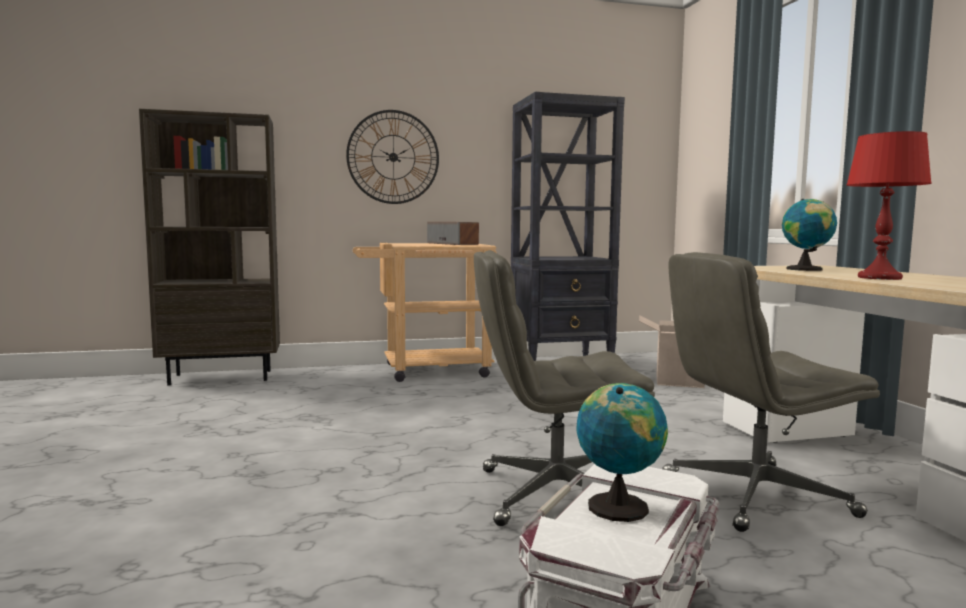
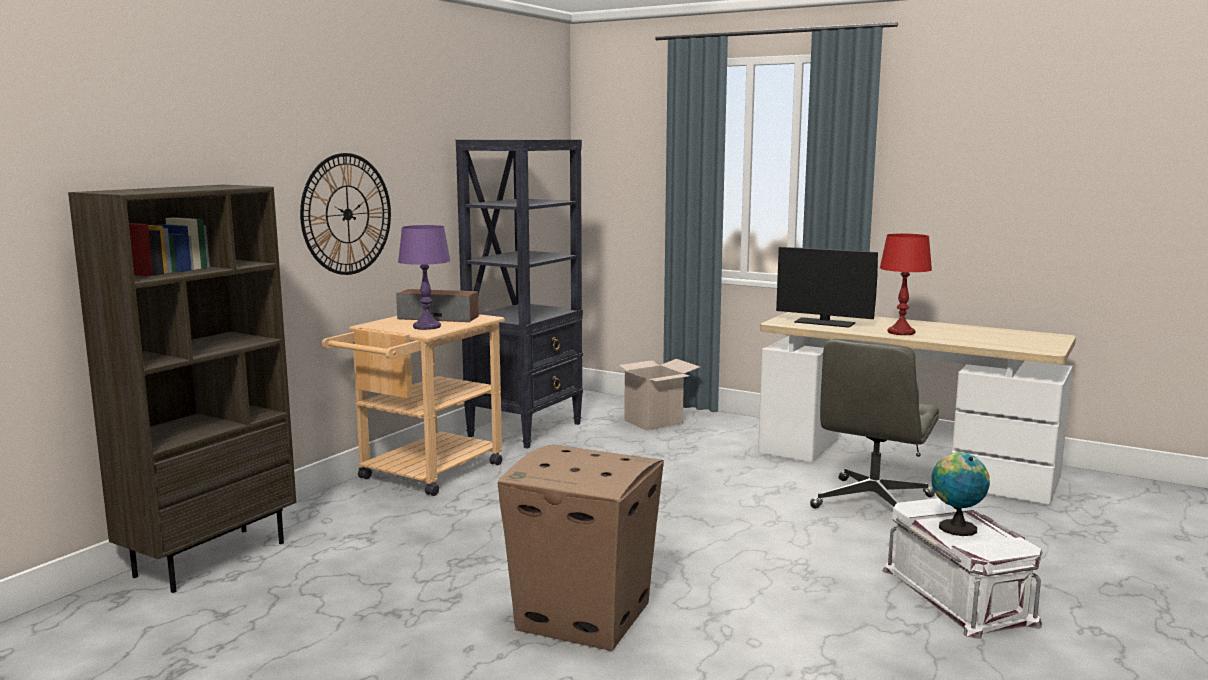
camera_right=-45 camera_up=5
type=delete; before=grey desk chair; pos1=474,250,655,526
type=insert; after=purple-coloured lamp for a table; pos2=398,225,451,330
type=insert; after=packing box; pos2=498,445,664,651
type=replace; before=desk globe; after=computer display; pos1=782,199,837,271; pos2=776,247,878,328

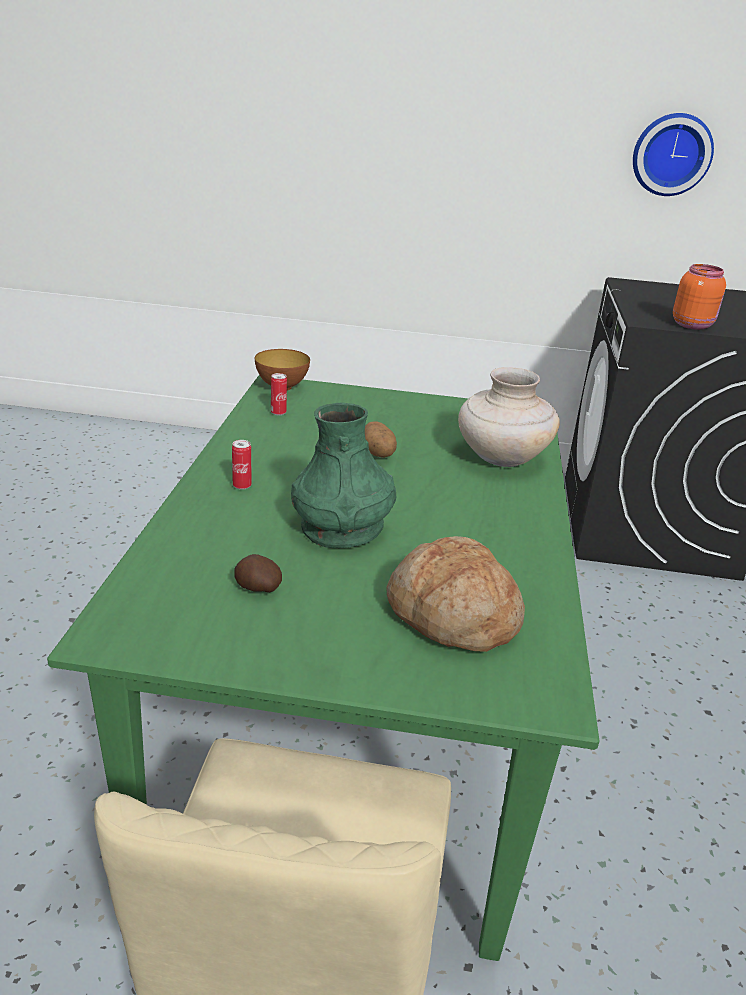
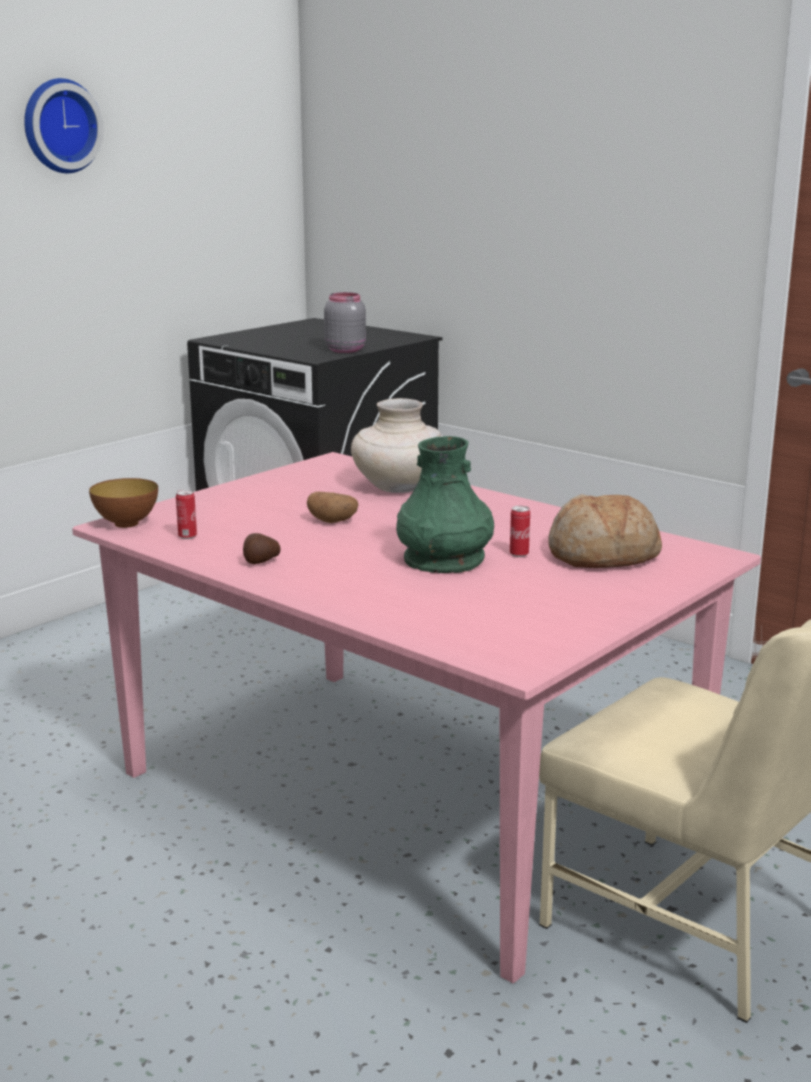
camera_right=-55 camera_up=-10
type=move; before=sealed can; pos1=232,440,252,490; pos2=510,506,530,557
type=move; before=spud; pos1=234,554,282,592; pos2=243,533,281,564
type=move; before=wall clock; pos1=633,113,714,196; pos2=24,78,104,173
type=recolor; before=green-coloured dinner table; after=pinkish dinner table; pos1=47,375,599,961; pos2=72,452,761,983
type=recolor; before=orangey preserve jar; after=grey preserve jar; pos1=673,264,726,330; pos2=324,292,366,353

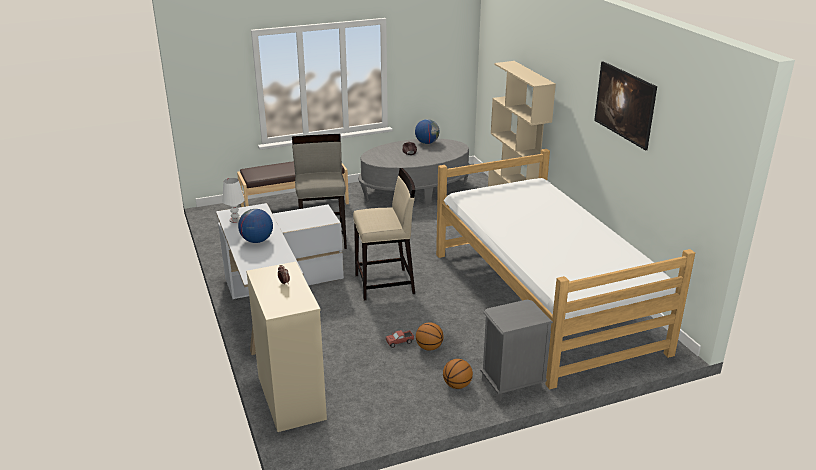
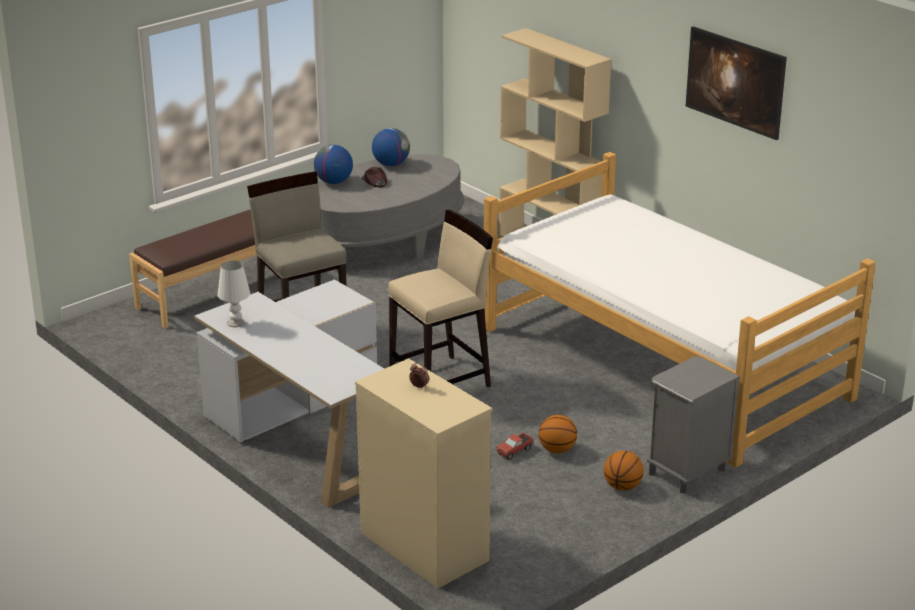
camera_right=-20 camera_up=0
type=move; before=desk globe; pos1=238,209,273,243; pos2=314,145,353,184

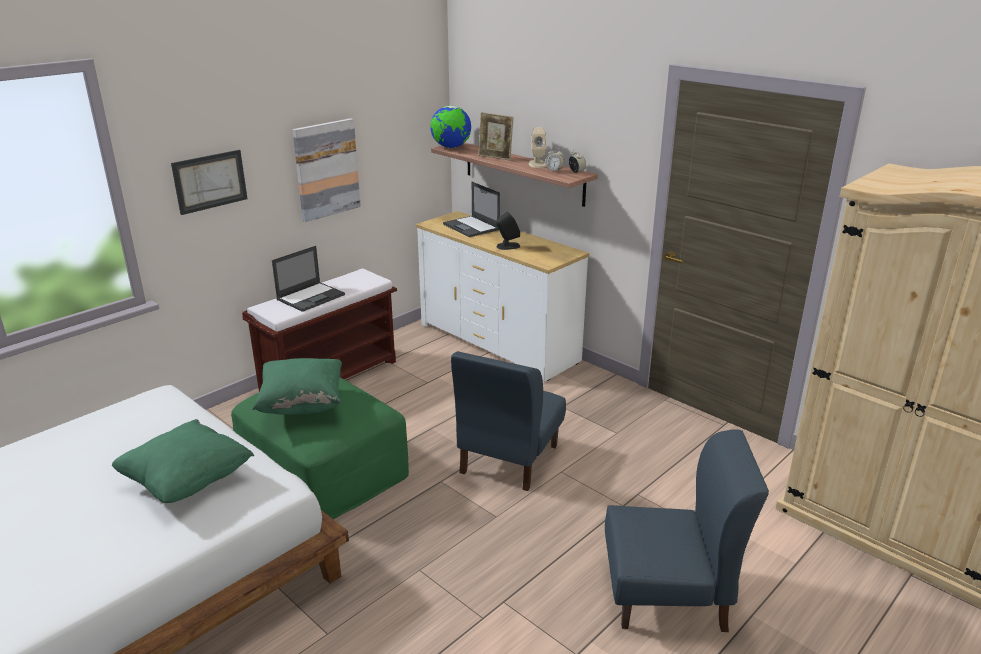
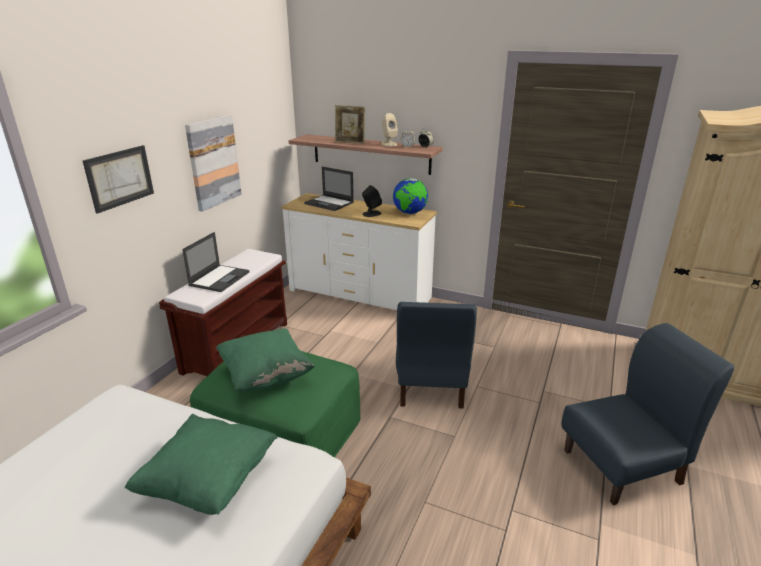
camera_right=-20 camera_up=0
type=move; before=desk globe; pos1=430,105,471,148; pos2=393,178,428,214

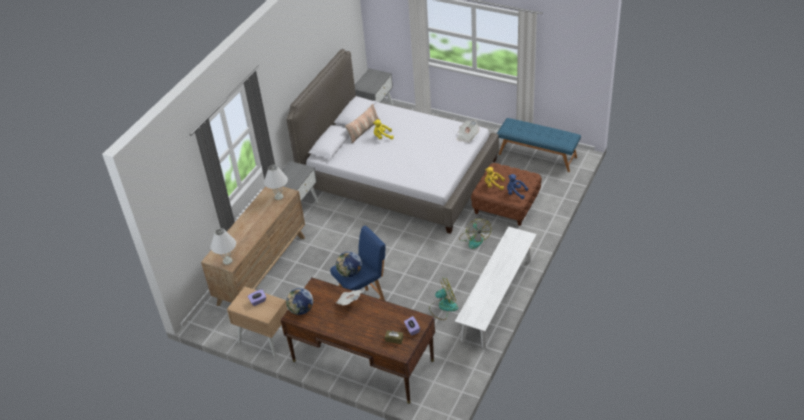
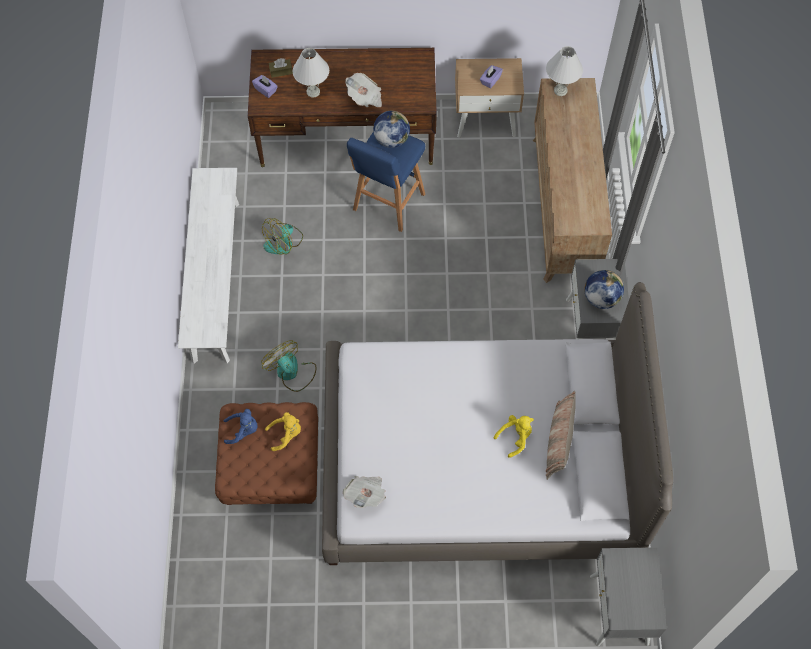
camera_right=150 camera_up=20
type=delete; before=blue bench; pos1=497,118,581,172
type=move; before=white-coloured lamp for a table; pos1=264,165,288,200; pos2=293,48,329,98
type=move; before=desk globe; pos1=286,288,313,315; pos2=584,270,624,309

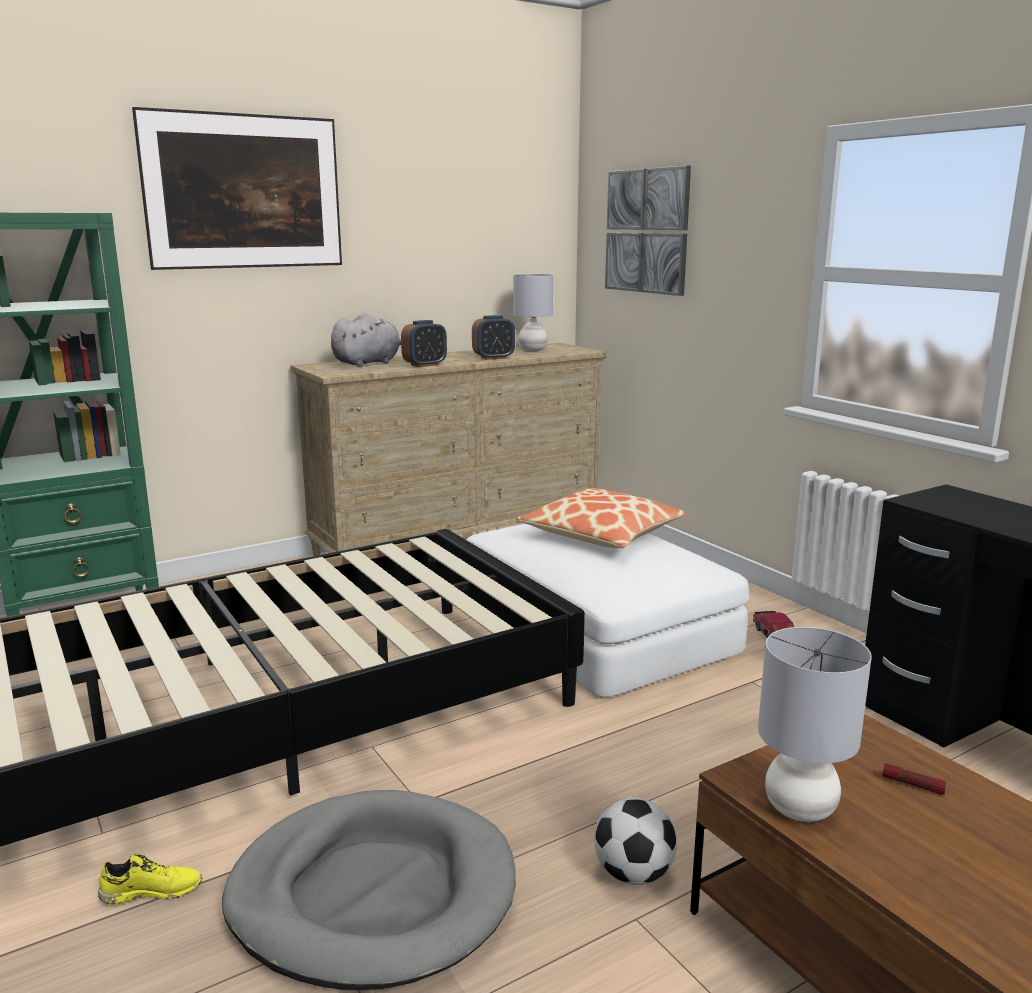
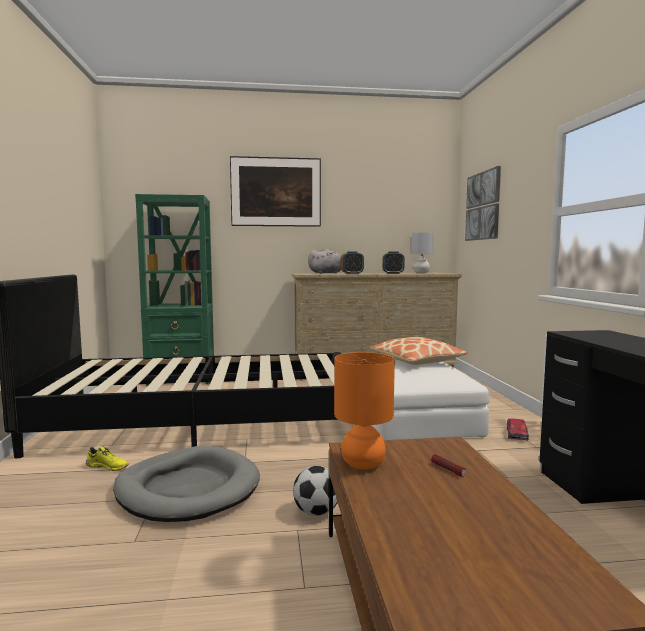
camera_right=25 camera_up=-10
type=recolor; before=grey lamp for a table; after=orangey lamp for a table; pos1=758,627,872,822; pos2=334,352,395,470

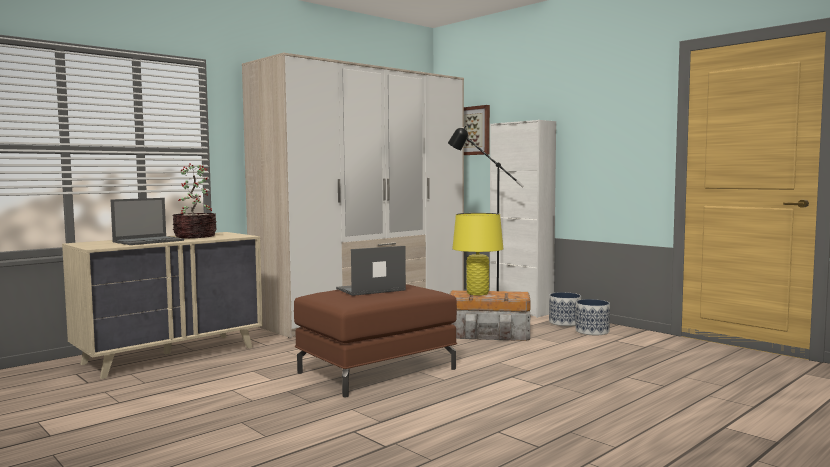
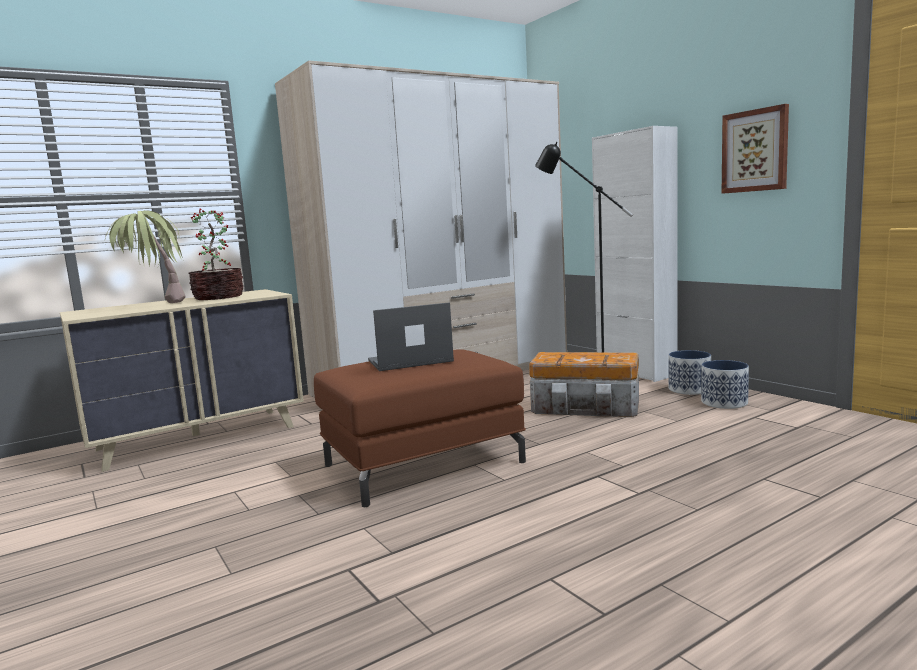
camera_right=10 camera_up=5
type=delete; before=yellow lamp for a table; pos1=452,213,503,295
type=move; before=wall picture; pos1=464,105,490,155; pos2=722,104,789,194
type=replace; before=laptop; after=potted plant; pos1=111,198,184,245; pos2=105,210,186,303

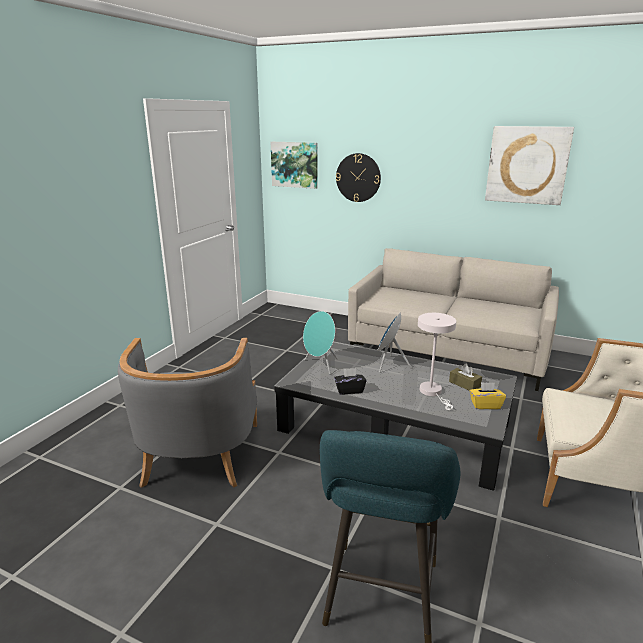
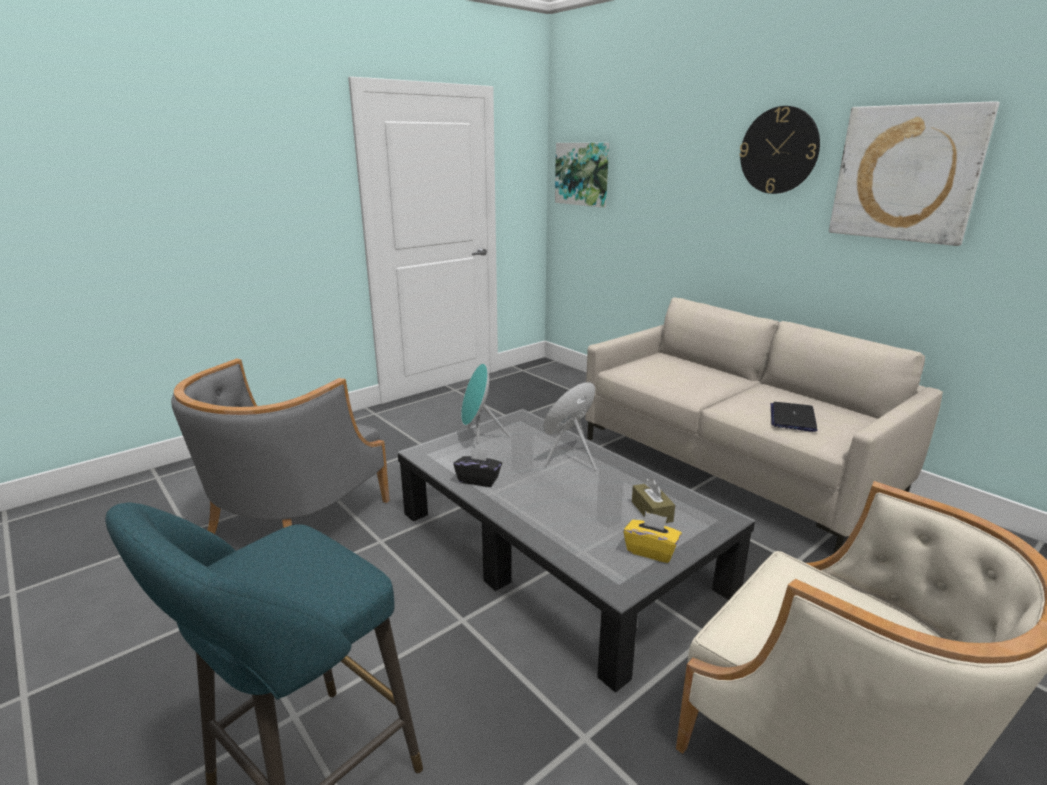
camera_right=25 camera_up=0
type=delete; before=white-coloured lamp for a table; pos1=418,313,456,410
type=insert; after=laptop; pos2=771,402,817,432
type=move; before=wall clock; pos1=336,153,381,202; pos2=739,106,820,194

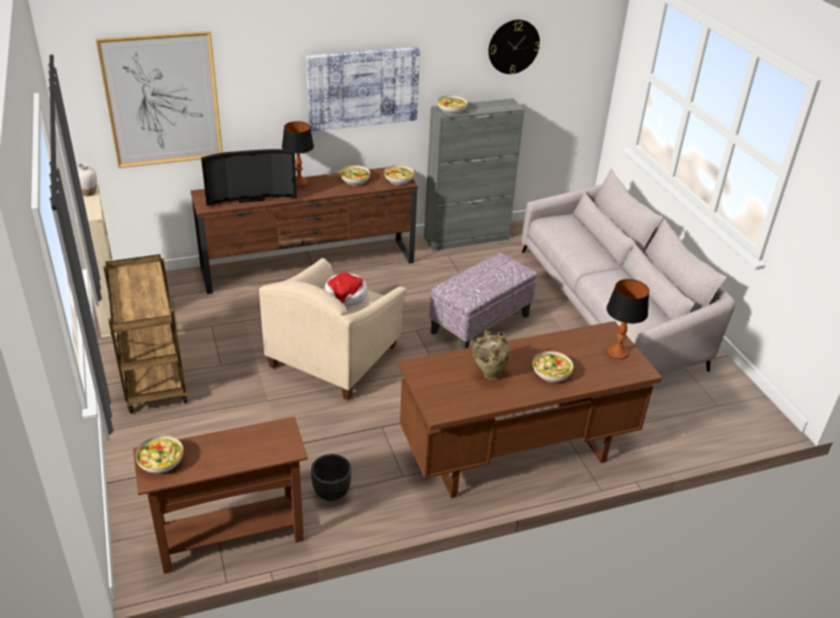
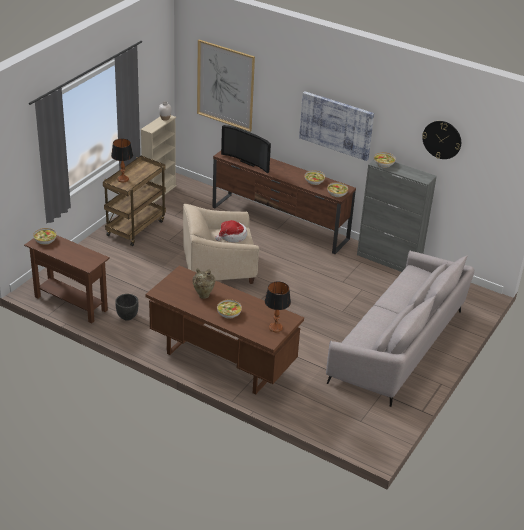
camera_right=50 camera_up=0
type=delete; before=footrest; pos1=429,253,537,349
type=move; before=lamp for a table; pos1=282,121,314,187; pos2=111,139,133,183

